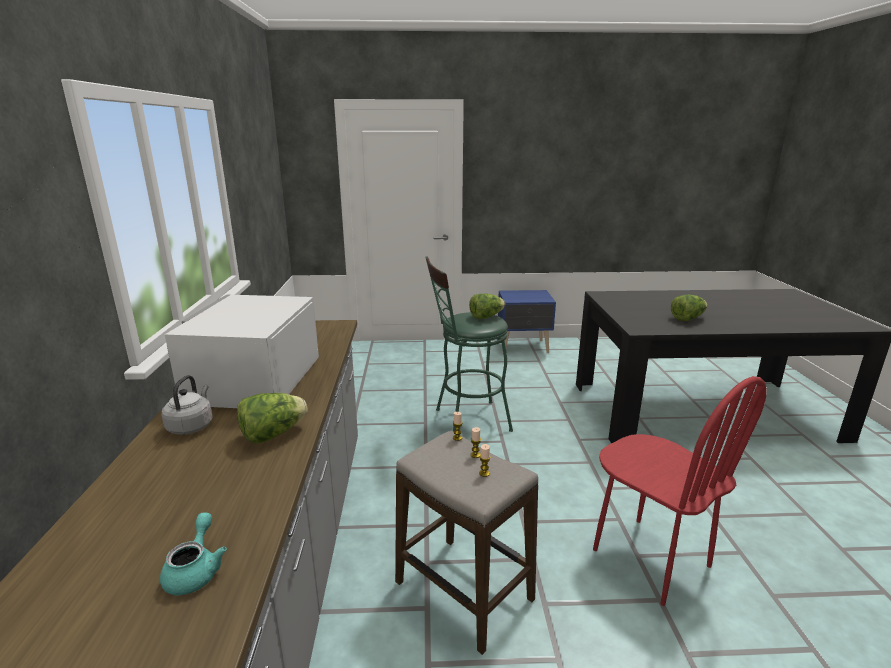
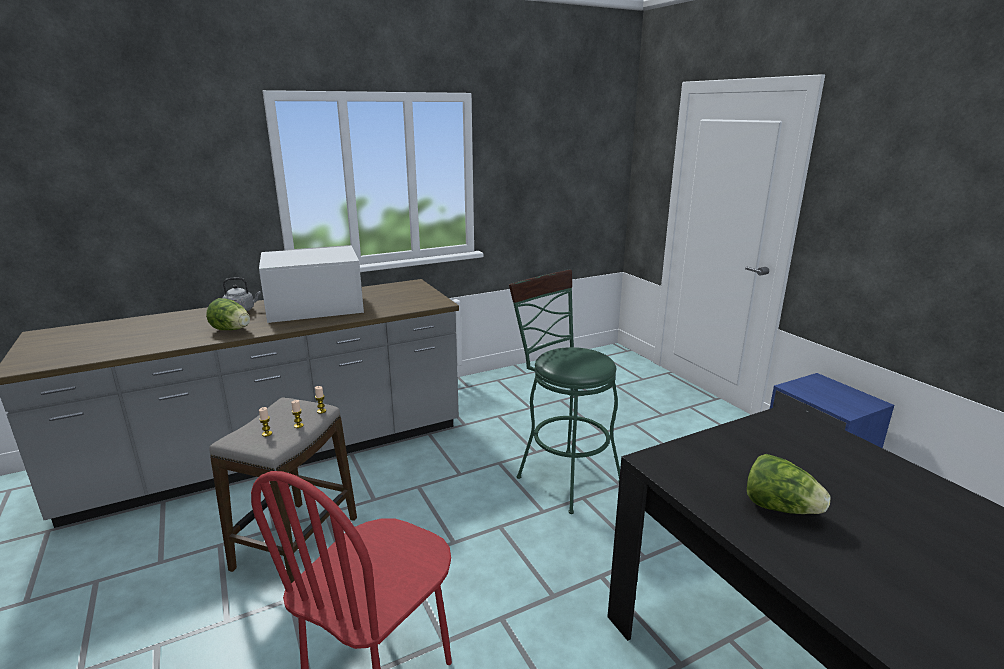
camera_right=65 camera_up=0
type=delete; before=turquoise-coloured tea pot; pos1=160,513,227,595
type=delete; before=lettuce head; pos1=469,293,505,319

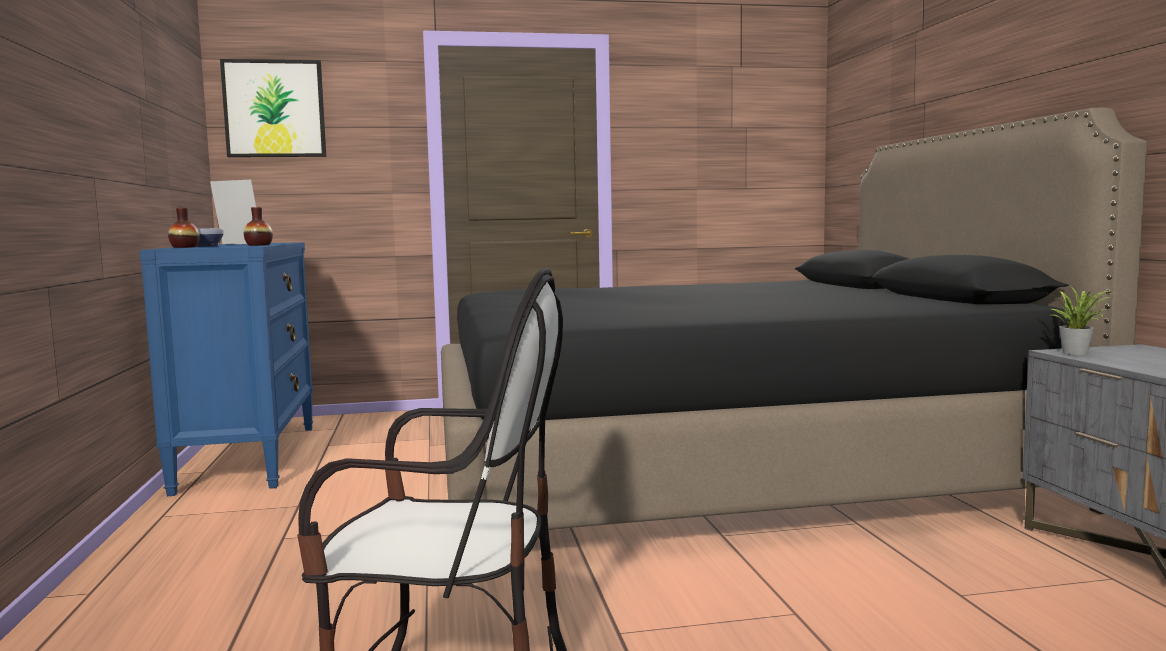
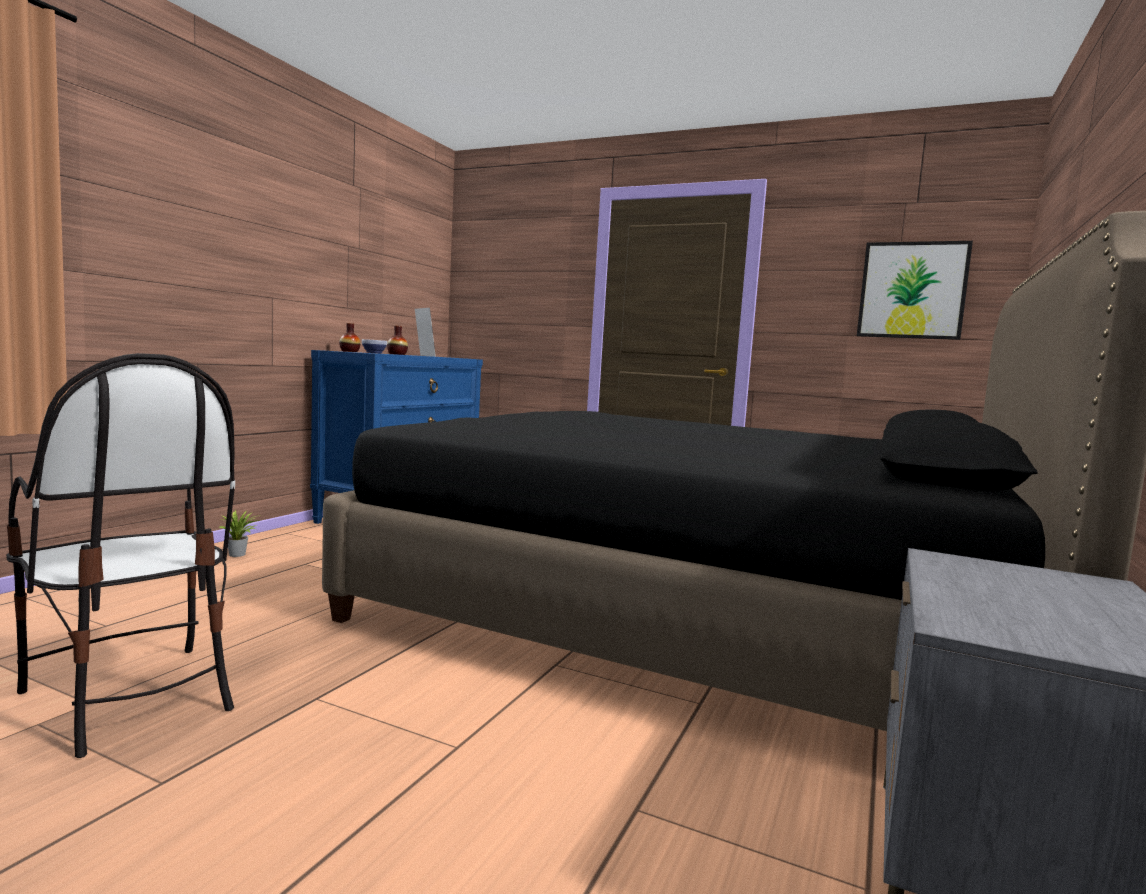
camera_right=35 camera_up=0
type=move; before=wall picture; pos1=220,59,326,157; pos2=857,241,973,340
type=move; before=potted plant; pos1=1048,286,1110,355; pos2=219,510,260,557

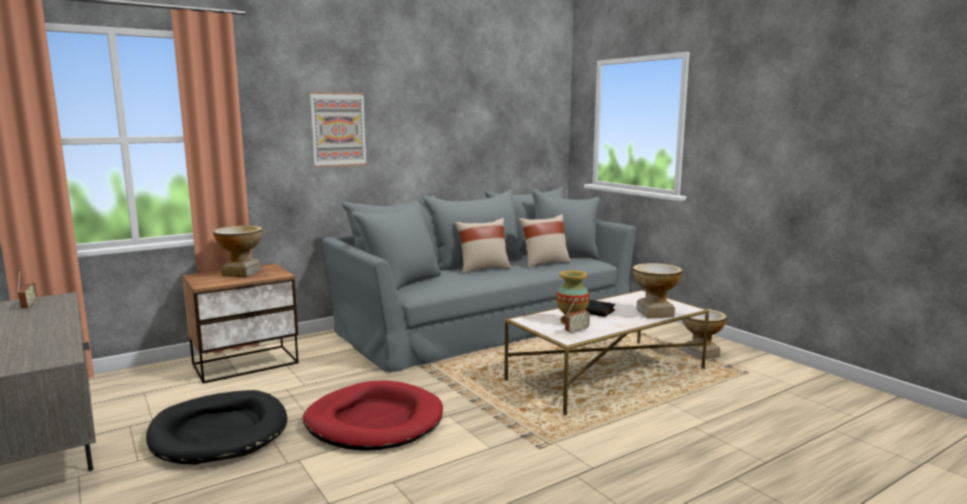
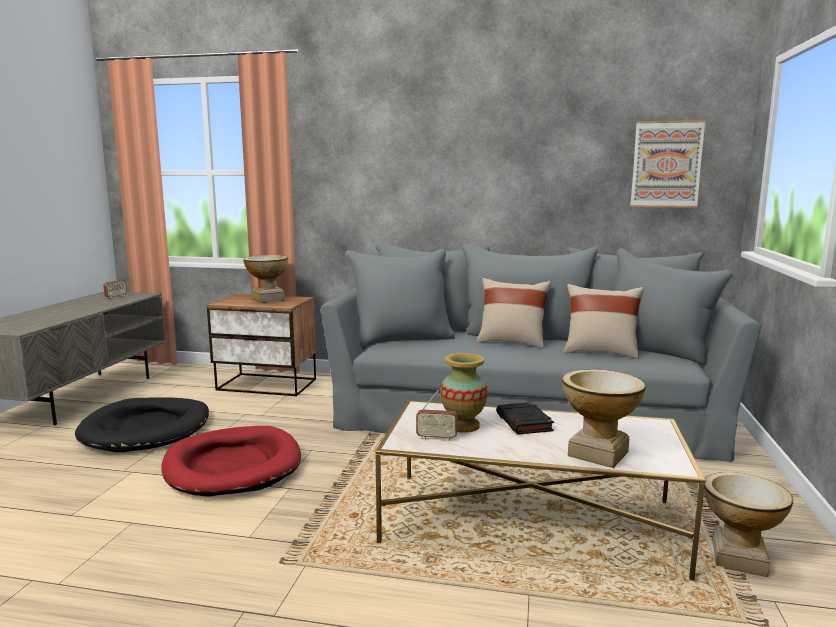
camera_right=45 camera_up=0
type=move; before=wall picture; pos1=310,92,367,167; pos2=630,120,706,208

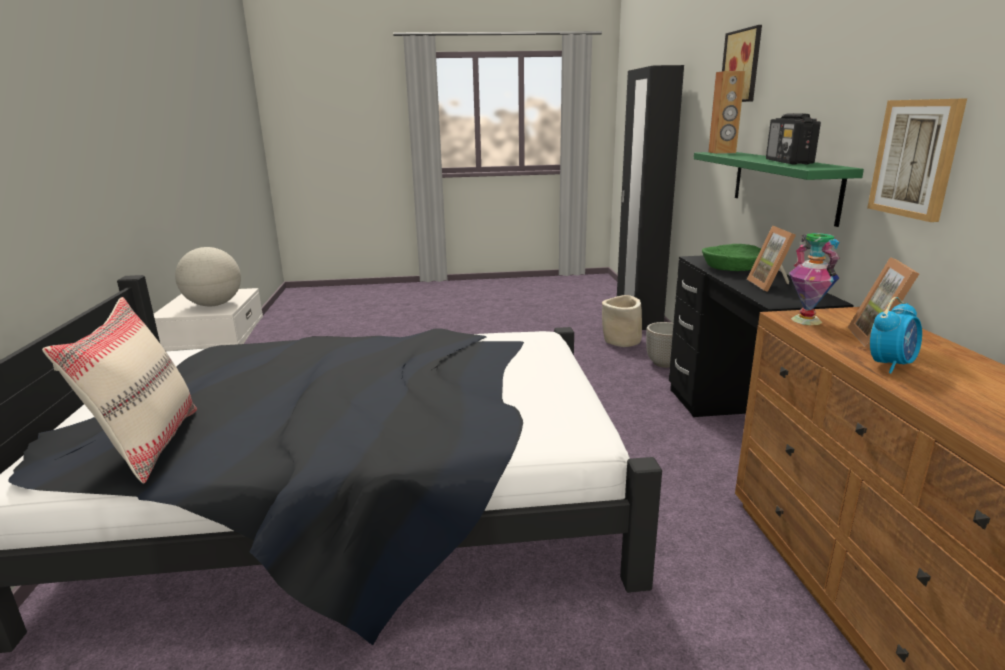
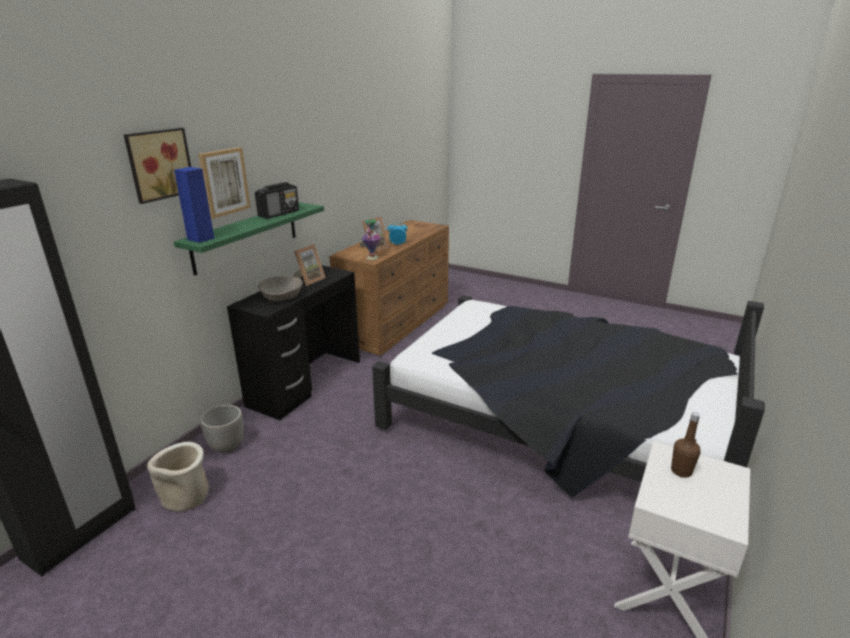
camera_right=-145 camera_up=5
type=delete; before=sand-coloured pillow; pos1=42,297,197,484
type=move; before=wall picture; pos1=867,98,967,222; pos2=198,147,251,219
type=replace; before=desk globe; after=brown-coloured drink bottle; pos1=175,247,241,306; pos2=671,412,700,478
type=recolor; before=green-coloured deep dish; after=sand-coloured deep dish; pos1=702,244,761,271; pos2=258,276,303,301
type=recolor; before=brown-coloured audio speaker; after=blue audio speaker; pos1=708,71,745,154; pos2=174,167,215,243

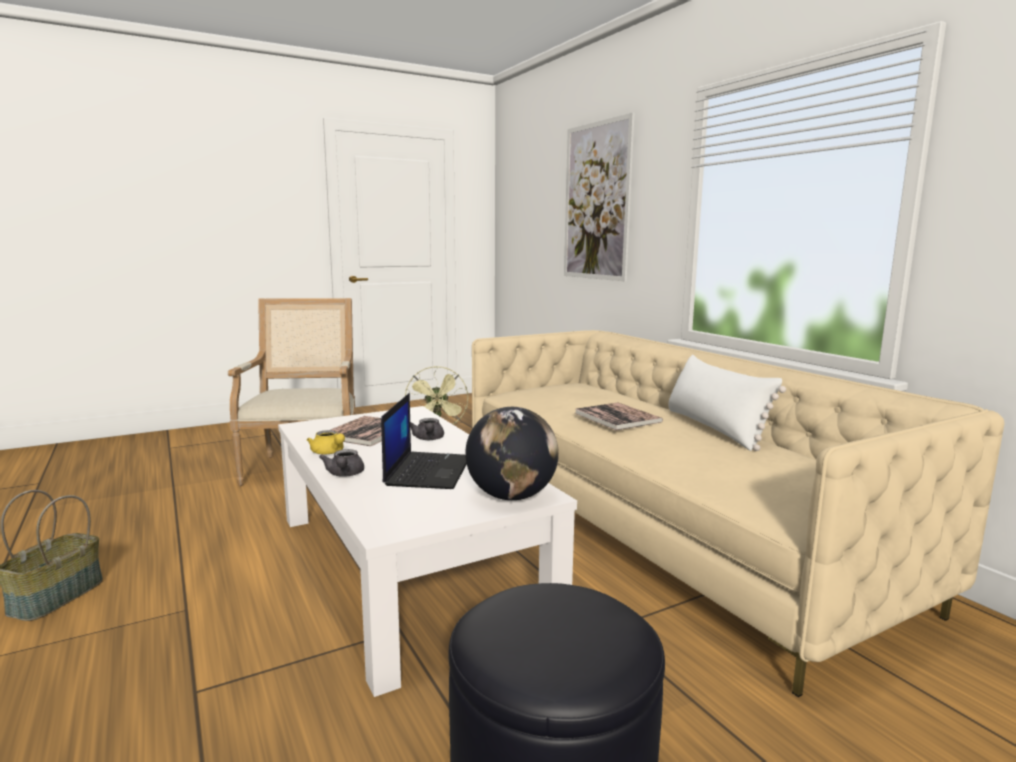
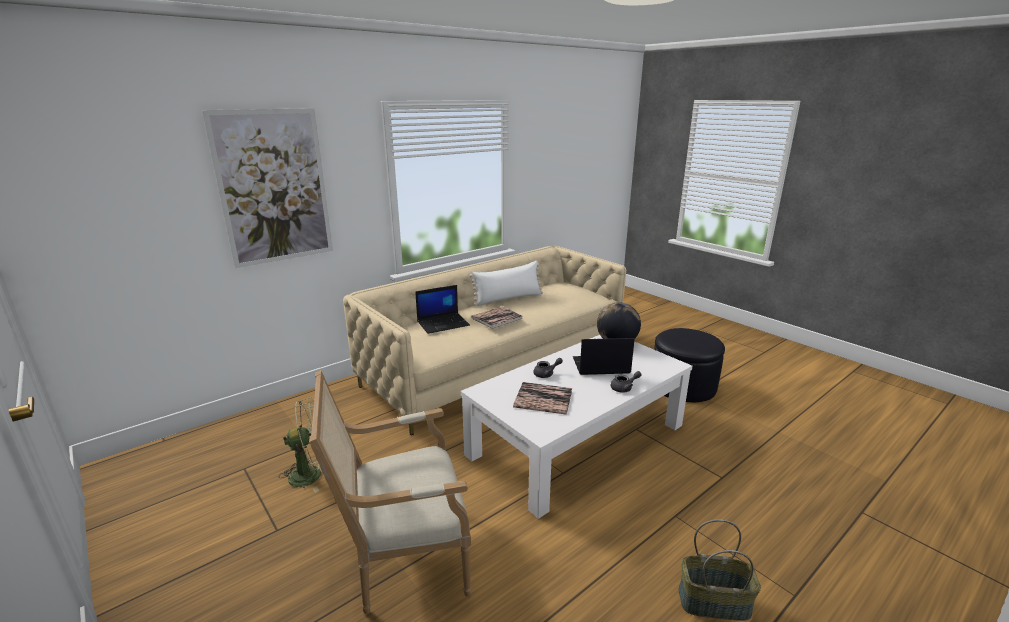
camera_right=-100 camera_up=10
type=delete; before=yellow tea pot; pos1=307,430,345,455
type=insert; after=laptop; pos2=415,285,470,334

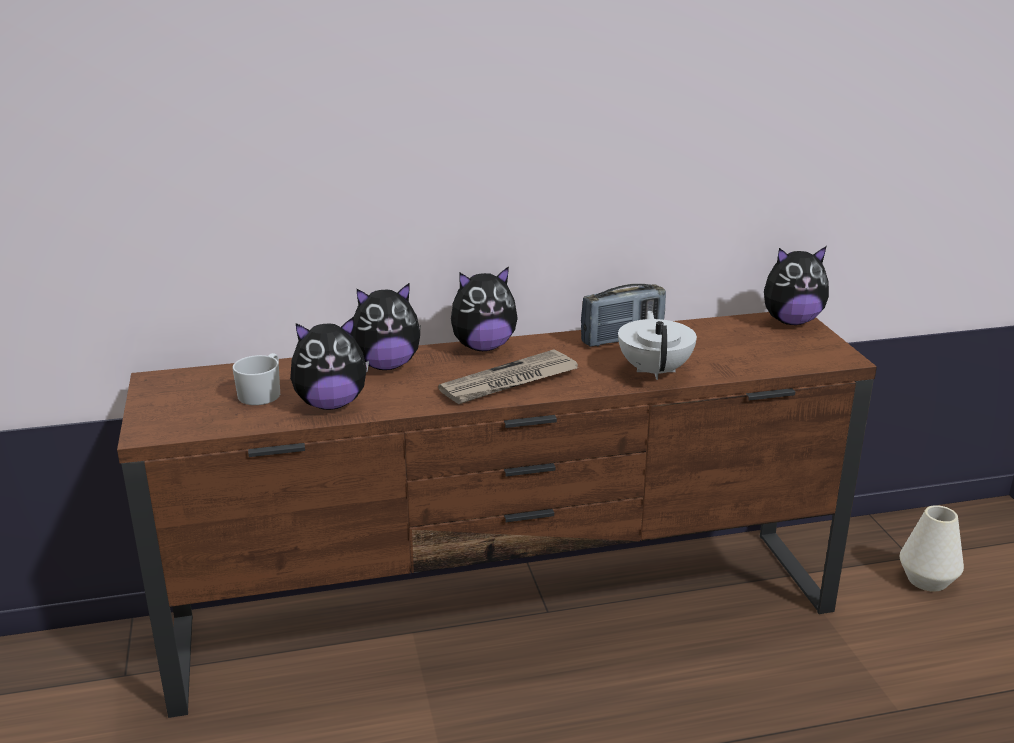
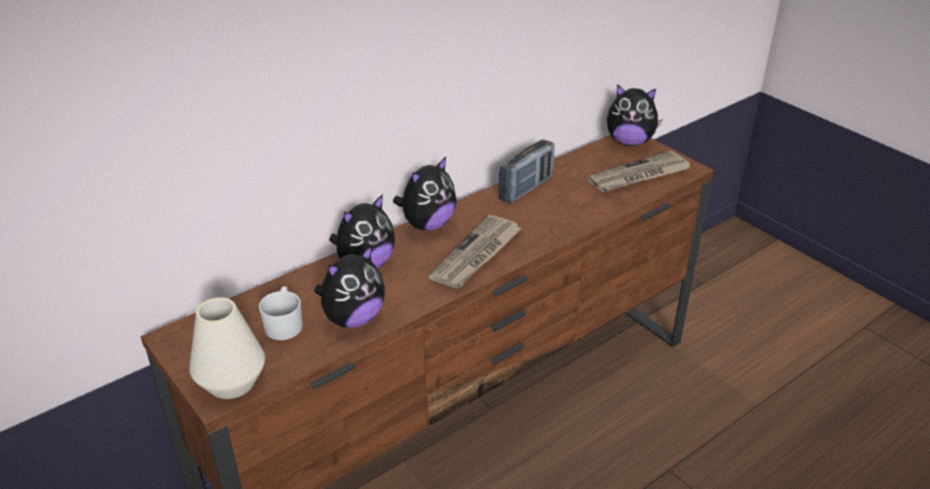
camera_right=-25 camera_up=10
type=delete; before=white-coloured tea pot; pos1=618,311,697,380
type=insert; after=printed paper; pos2=587,151,690,193
type=move; before=white-coloured decorative vase; pos1=900,505,964,592; pos2=189,297,265,399
type=rotate; before=soft toy; pos1=764,246,829,325; pos2=607,84,663,146; turn=45

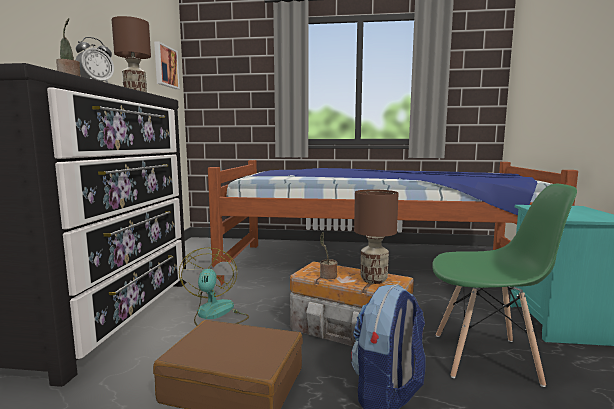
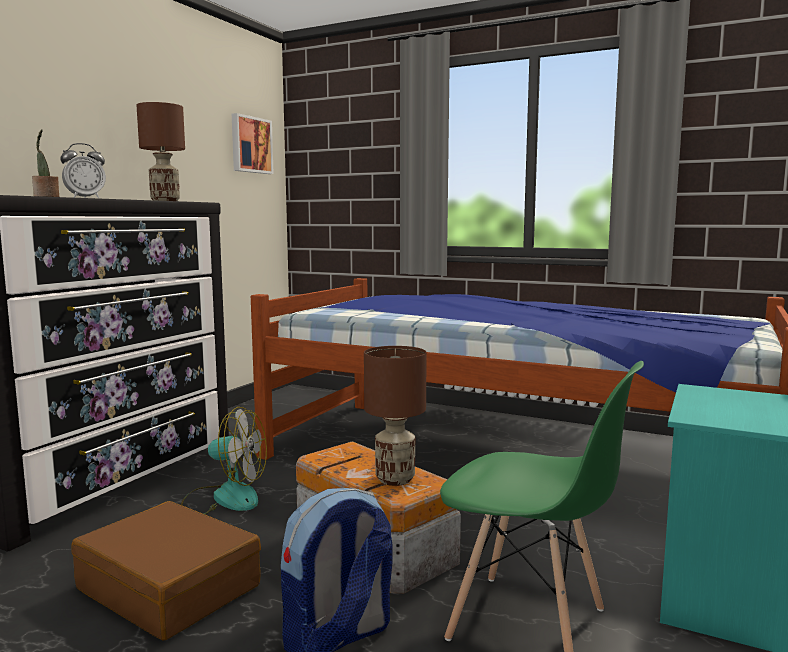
camera_right=20 camera_up=0
type=delete; before=potted plant; pos1=320,232,337,279
type=rotate; before=electric fan; pos1=179,248,249,326; pos2=181,407,267,514; turn=90

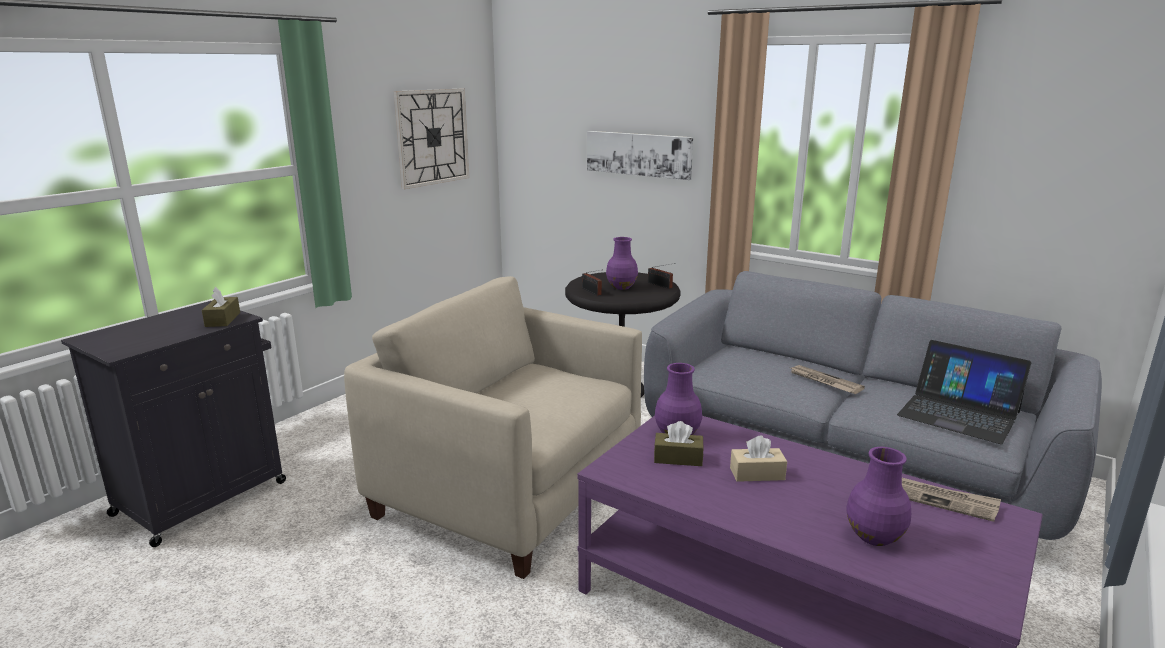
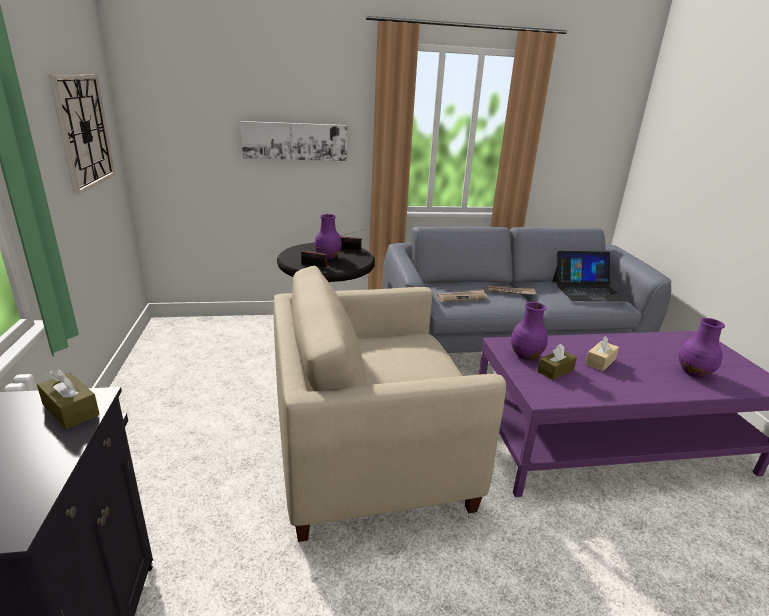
camera_right=-45 camera_up=5
type=move; before=printed paper; pos1=902,478,1001,522; pos2=437,289,487,302

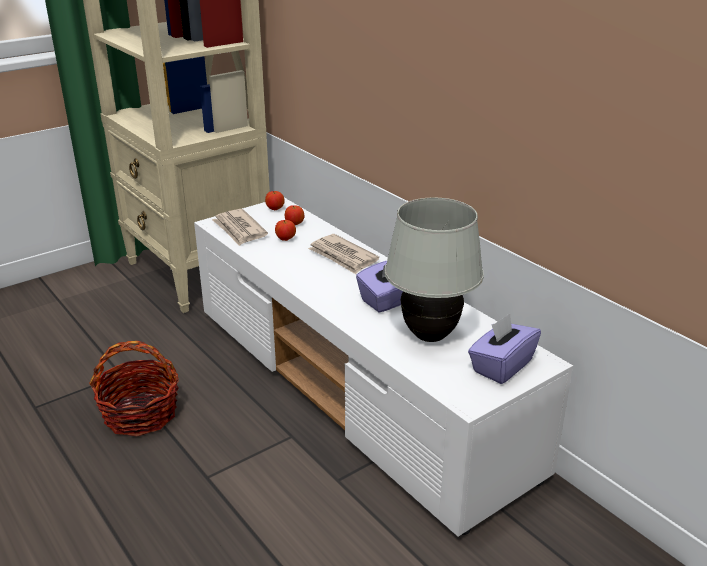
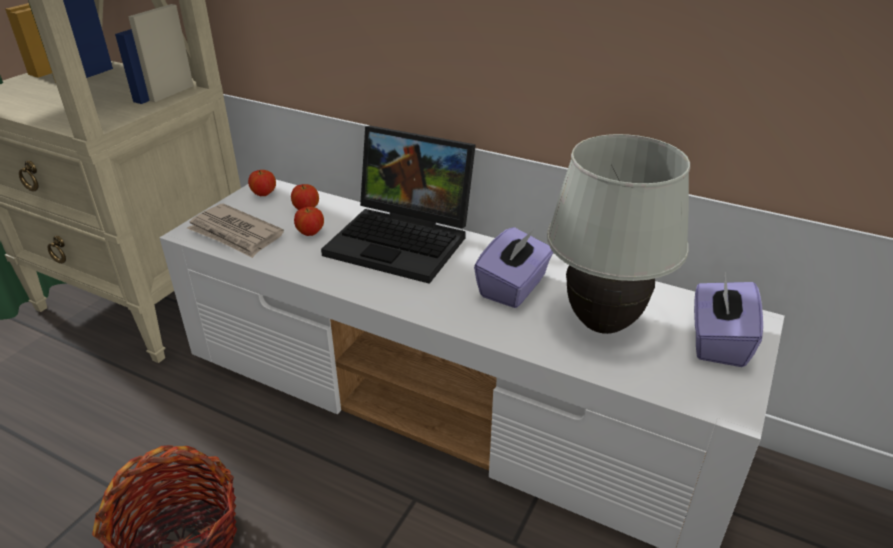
camera_right=-25 camera_up=5
type=replace; before=printed paper; after=laptop; pos1=308,234,379,274; pos2=321,126,476,284

